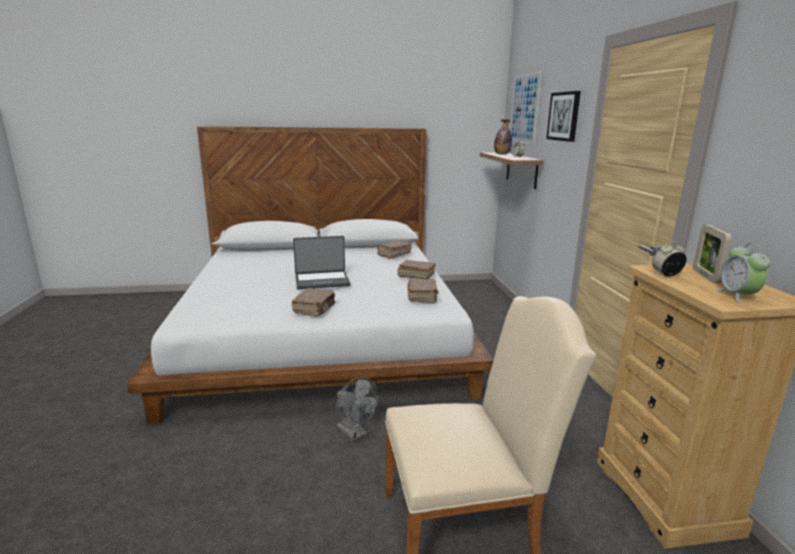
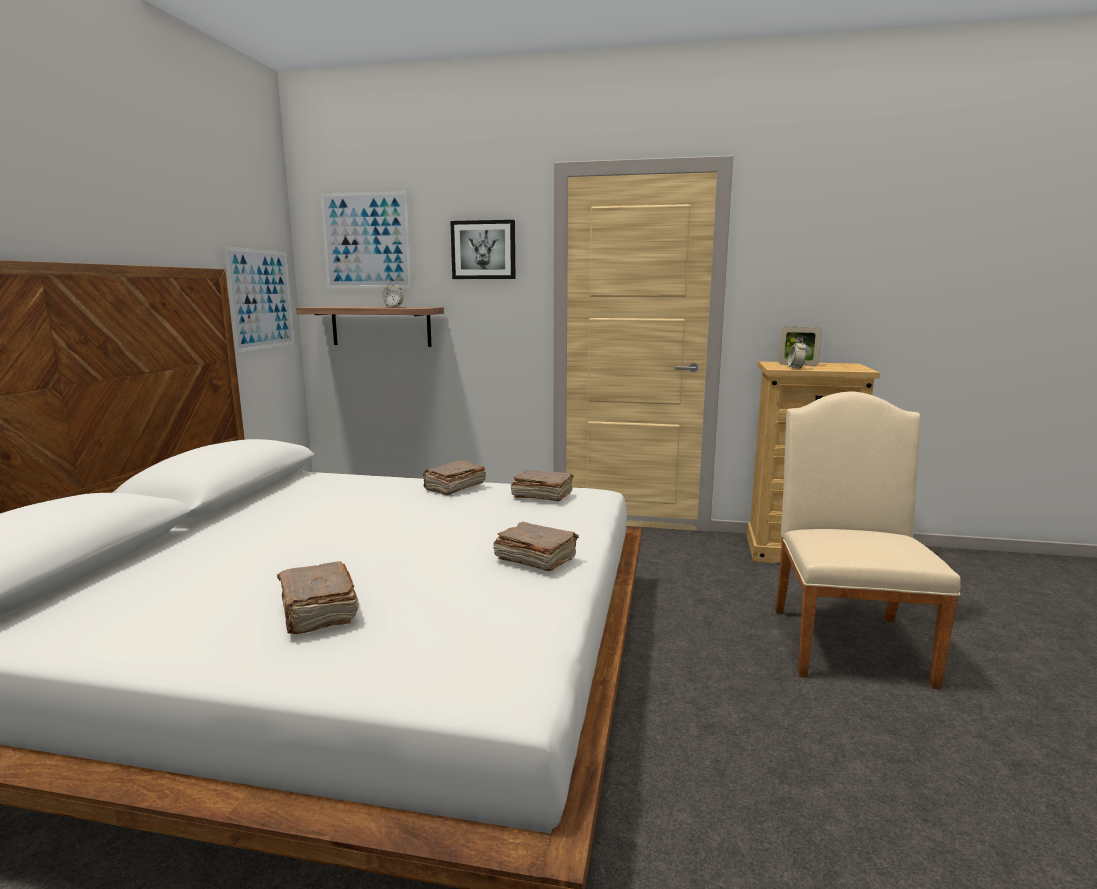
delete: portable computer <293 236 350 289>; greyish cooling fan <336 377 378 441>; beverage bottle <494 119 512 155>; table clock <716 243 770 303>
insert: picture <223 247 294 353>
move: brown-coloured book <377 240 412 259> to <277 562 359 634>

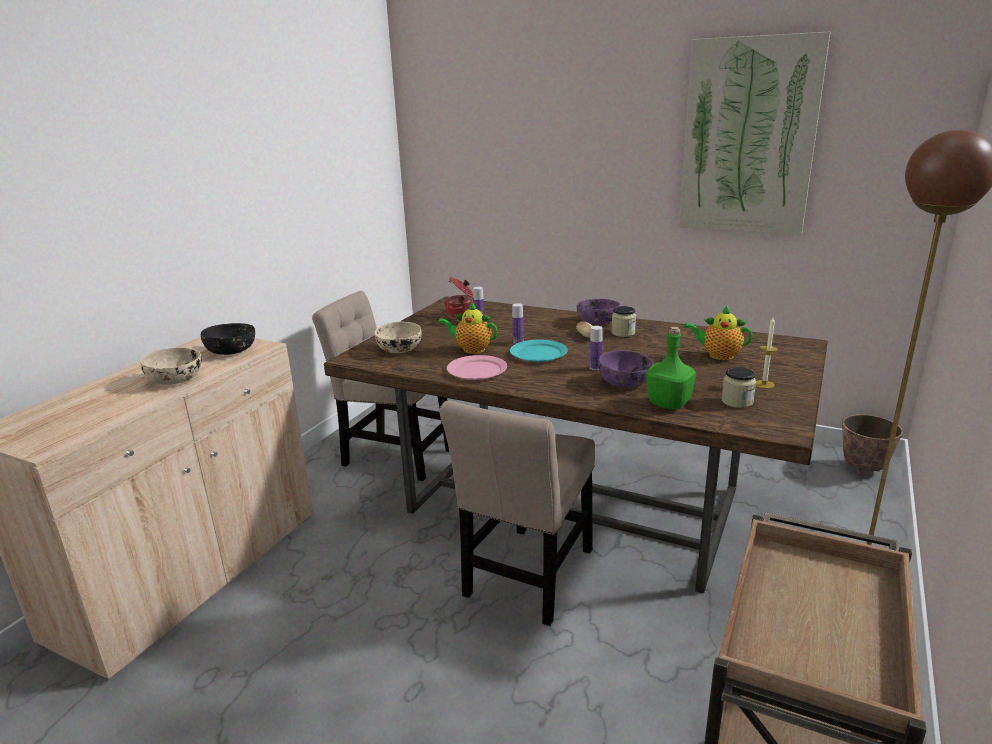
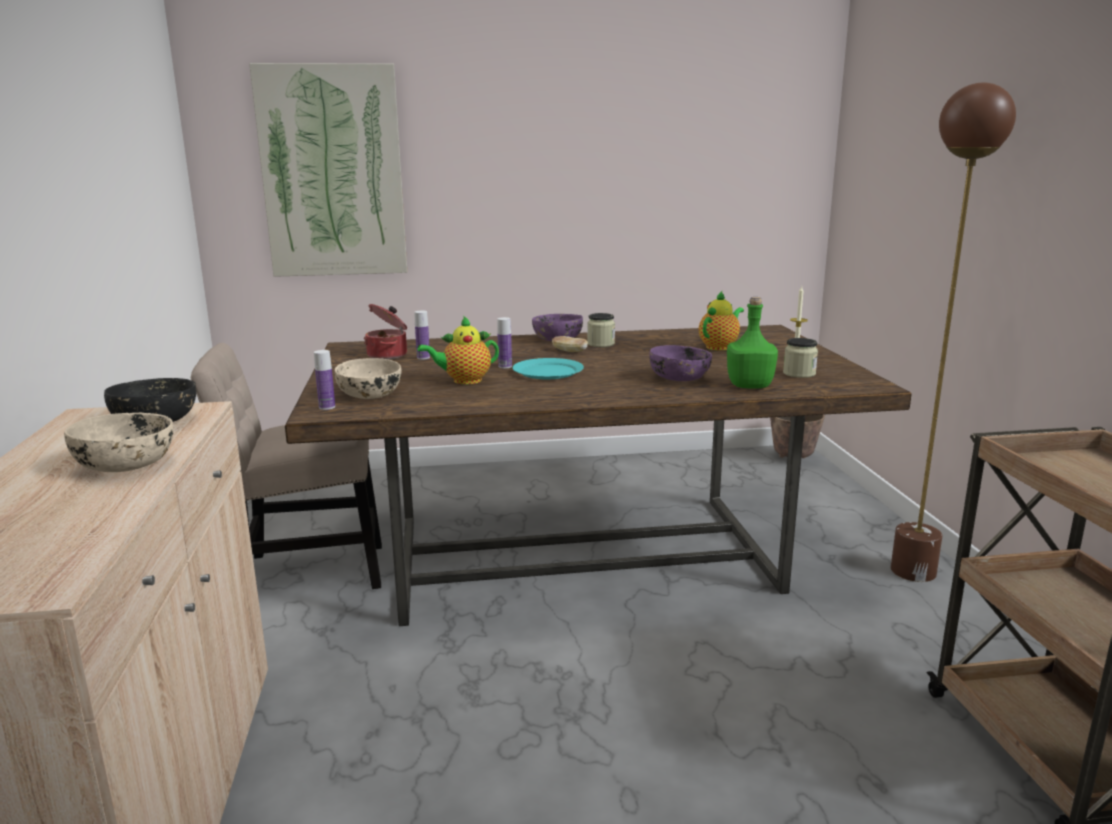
delete: sand-coloured upright chair <440 400 595 626>; pinkish plate <447 355 507 380>
move: picture <679 31 830 235> to <249 63 407 277>; beverage bottle <590 326 603 370> to <314 350 335 410>
rotate: tea pot <684 305 752 360> = <699 291 744 350> 150 degrees clockwise

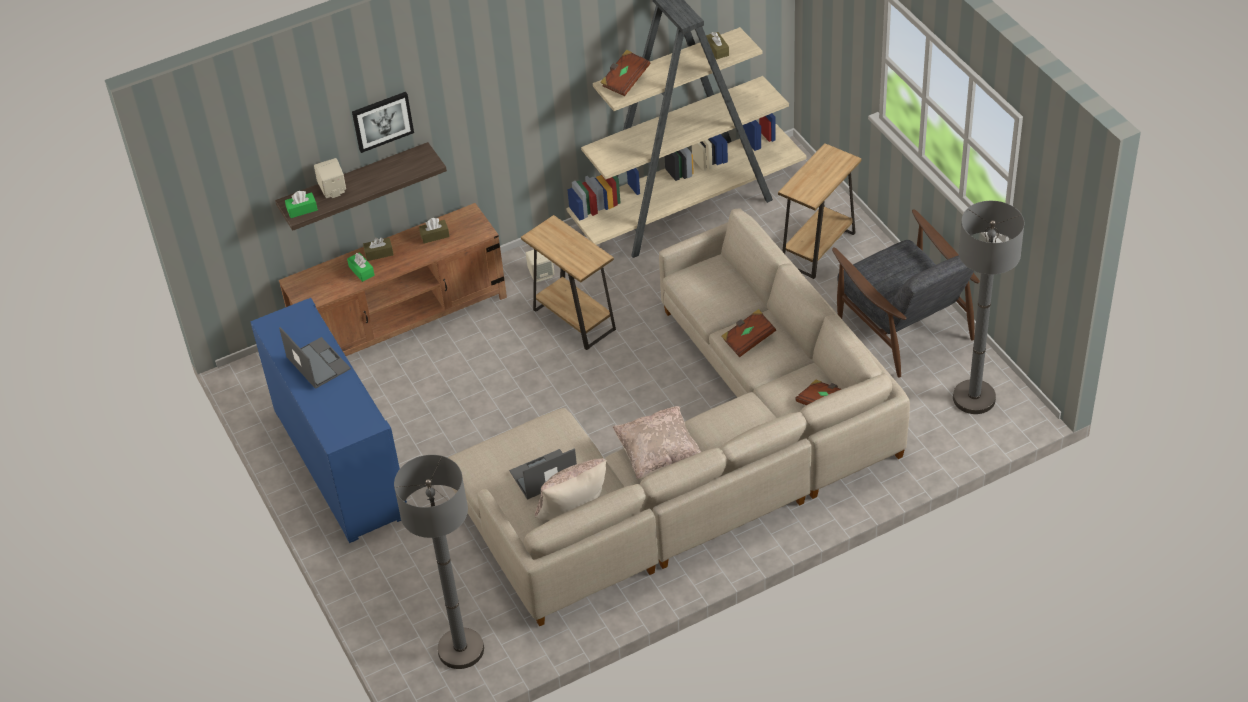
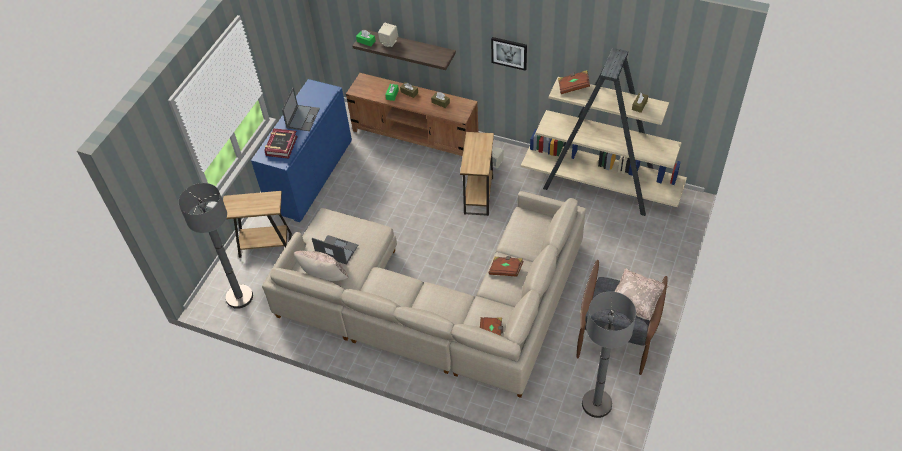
insert: book <264 128 298 159>
move: brown-coloured end table <778 143 862 279> to <223 191 292 258>; picture <352 92 414 153> to <491 37 527 71>; sand-coloured pillow <612 406 701 479> to <614 268 669 320>

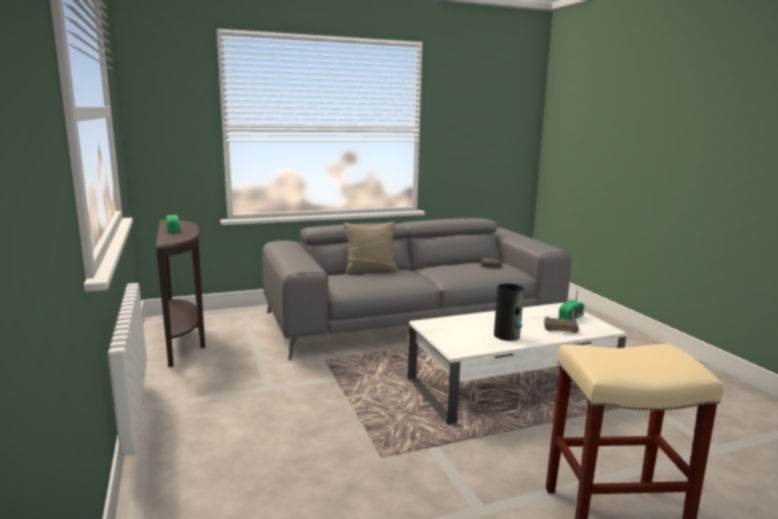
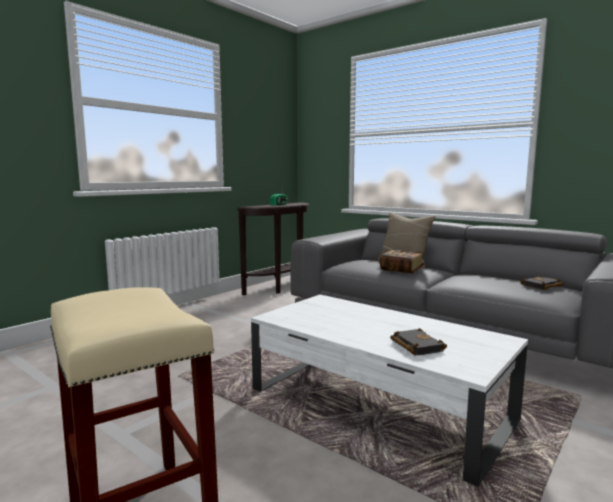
delete: decorative vase <494 283 524 341>; radio set <559 287 584 320>
insert: book <380 249 424 273>

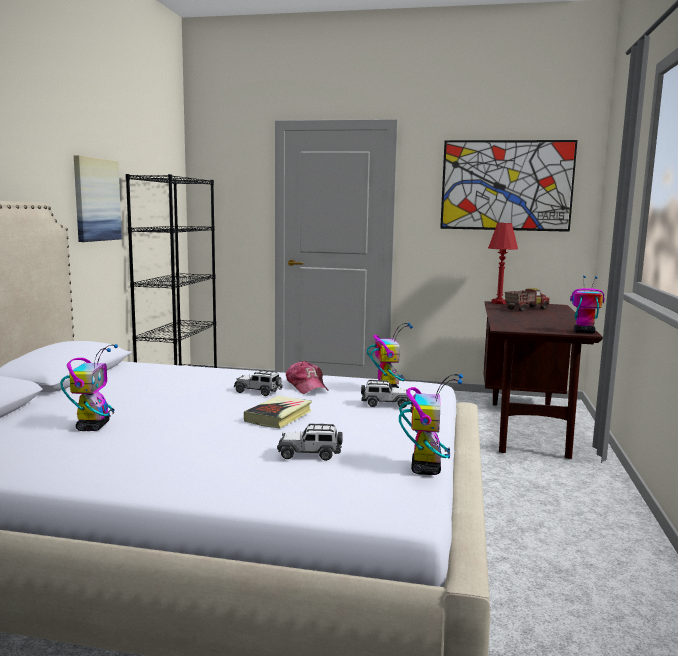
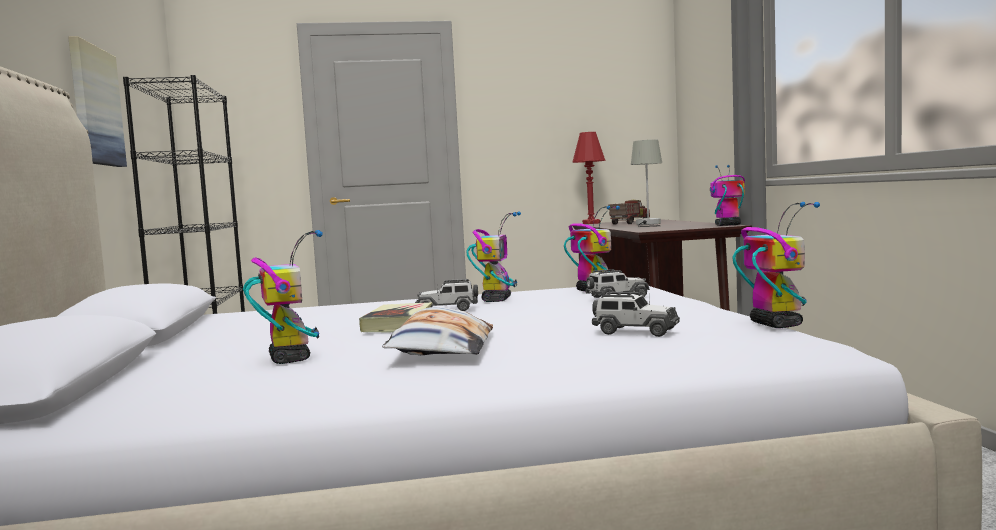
delete: picture <440 140 577 232>
insert: pillow <382 307 493 355>; greyish tabletop lamp <631 139 662 227>
move: book <244 396 312 429> to <359 302 432 332>
replace: baseball cap <286 361 329 394> to model robot <466 211 521 302>
rotate: model car <277 424 343 461> = <592 292 680 337> 135 degrees counterclockwise

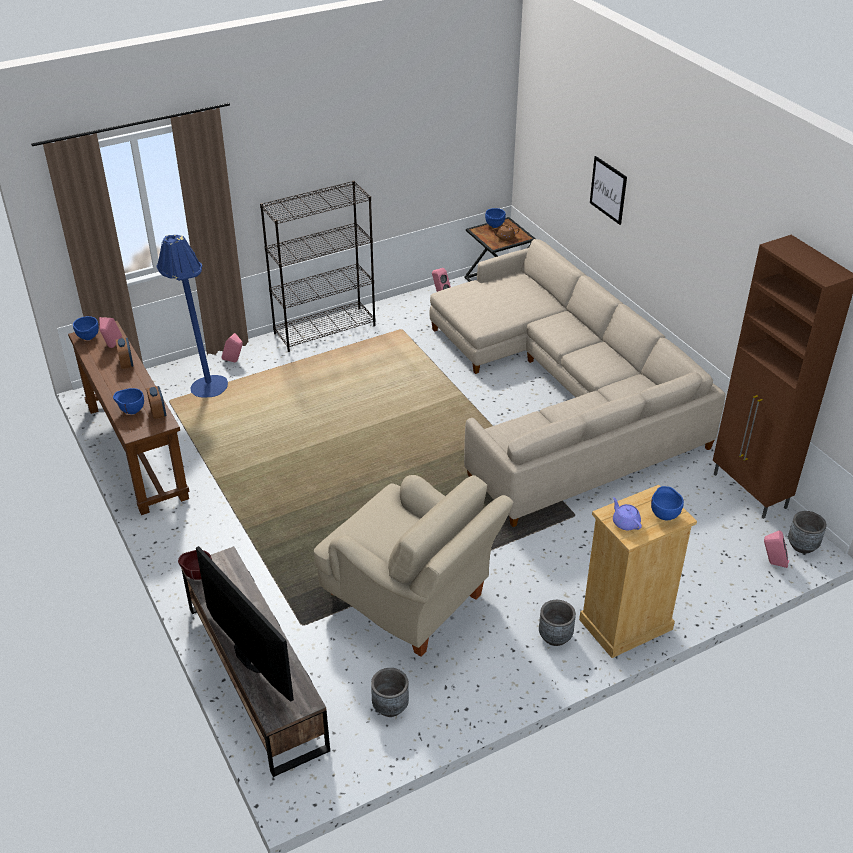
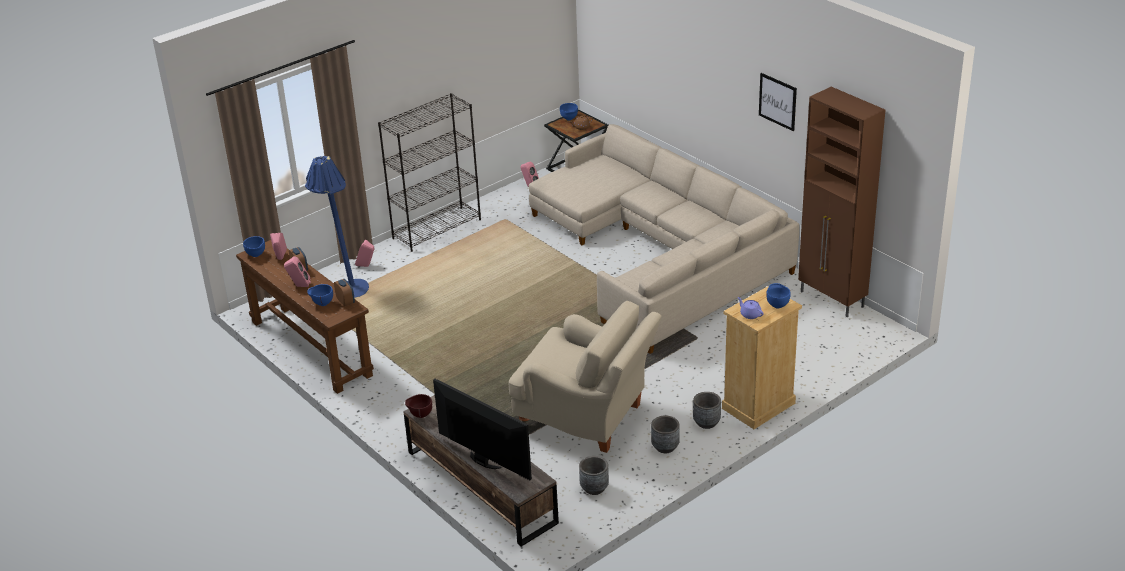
move: pinkish speaker <764 531 789 568> to <284 256 311 287>; greyish planter <788 511 826 554> to <651 415 680 453>; picture <590 156 627 225> to <759 73 797 131>

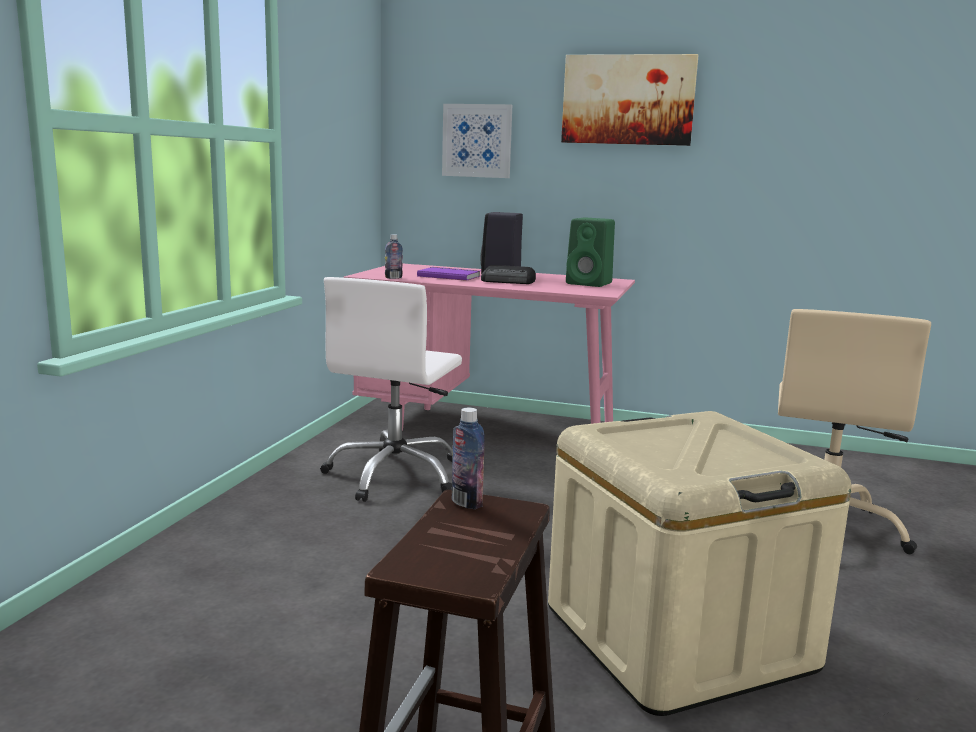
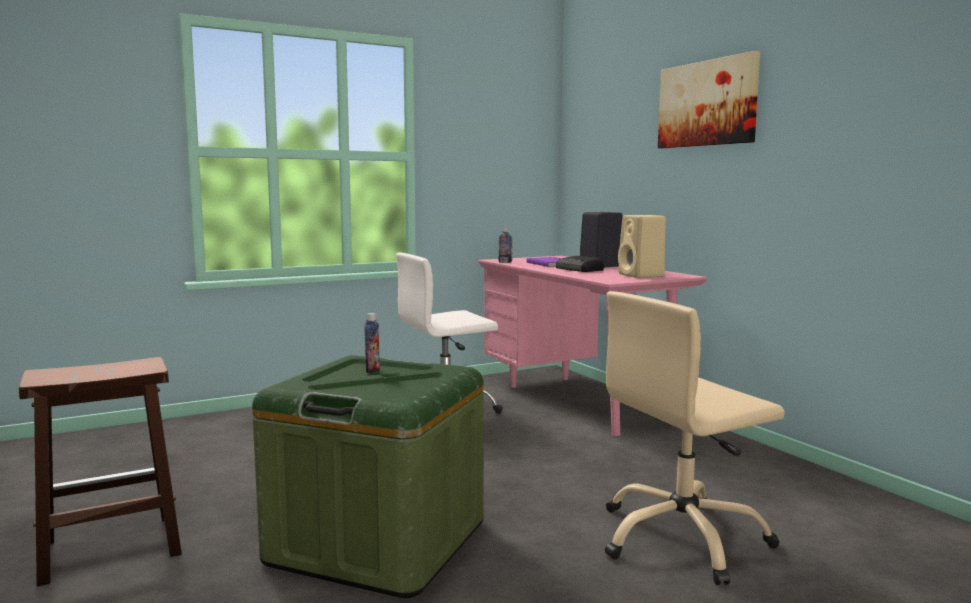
delete: picture <442 104 512 178>
move: beverage bottle <452 408 485 509> to <364 313 380 374>
recolor: sand-coloured storage bin <548 411 851 716> to green-coloured storage bin <252 355 484 598>; green-coloured speaker <566 217 615 287> to sand-coloured speaker <618 215 666 278>

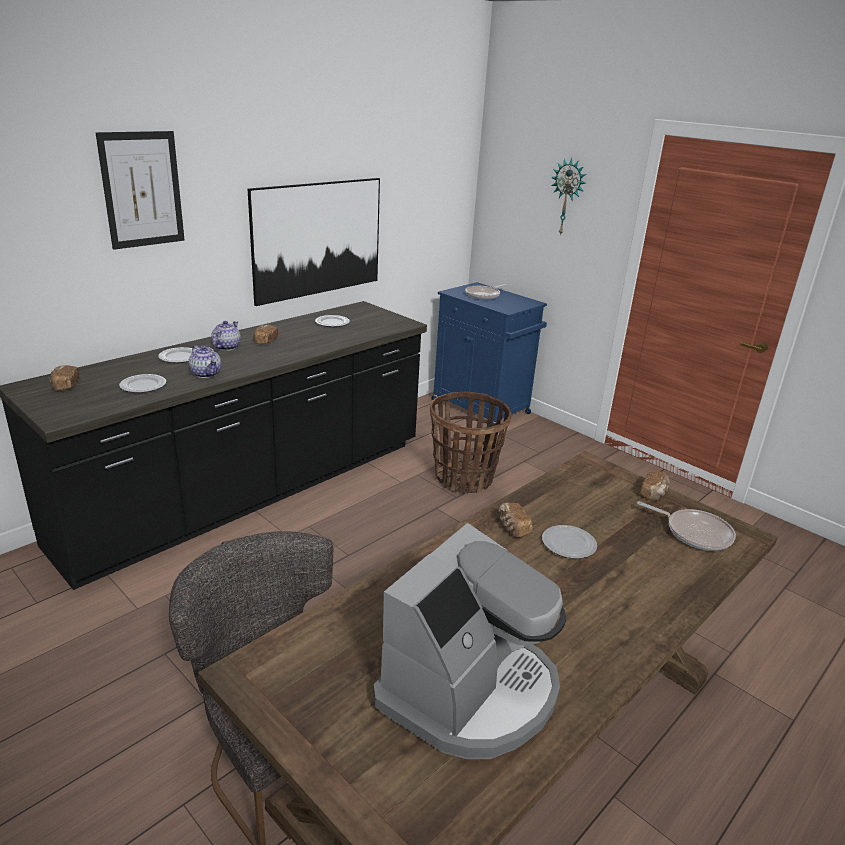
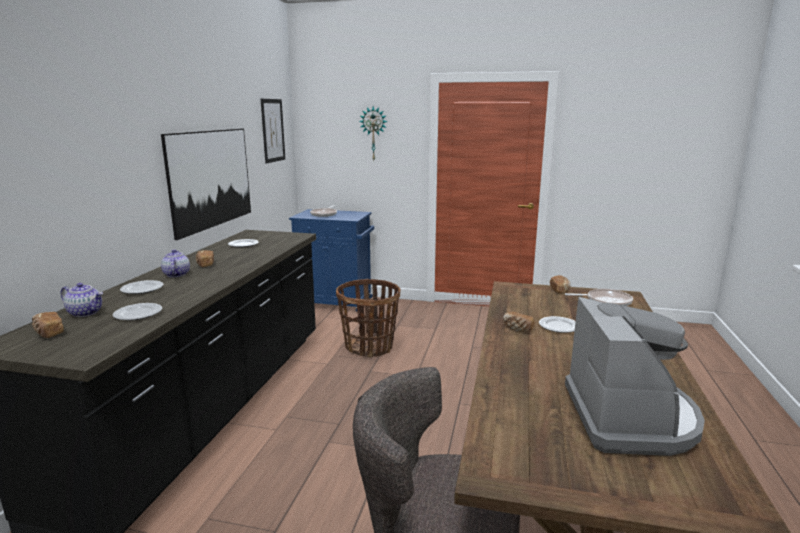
move: tea pot <189 345 221 378> to <61 283 103 317>; picture <96 131 185 250> to <261 99 285 164>

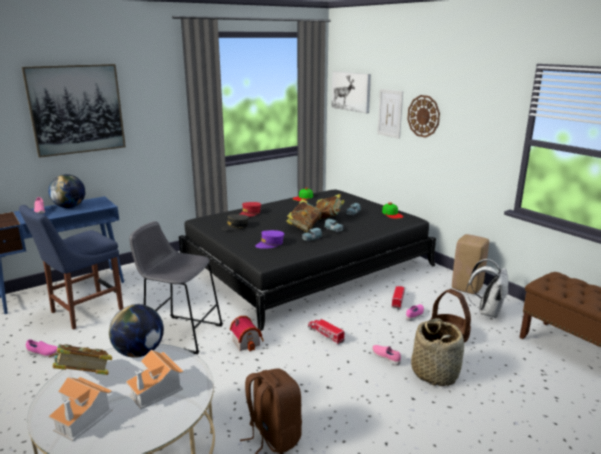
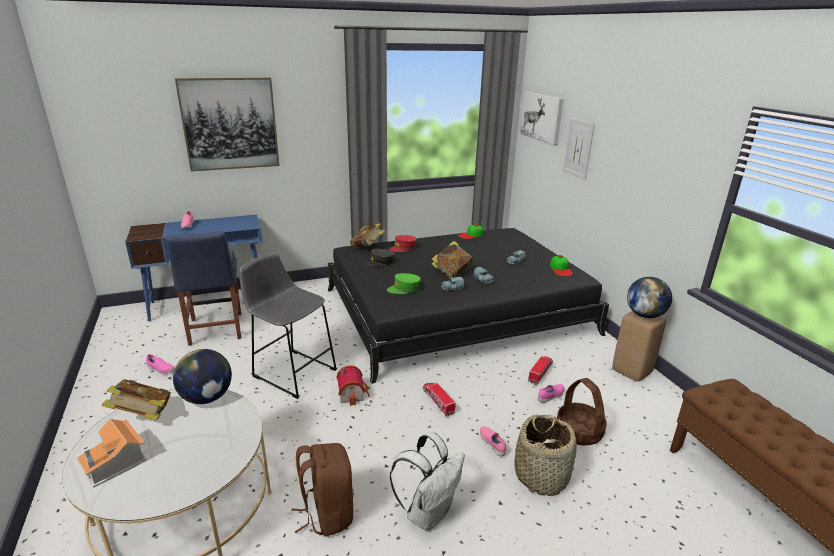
delete: toy house <126 350 184 409>; wall clock <407 95 440 138>
move: book <316 194 344 220> to <350 223 385 248>; whitish rucksack <466 259 509 318> to <390 432 465 531>; desk globe <48 174 85 208> to <627 277 672 318>
recolor: purplish baseball cap <255 230 284 249> to green-coloured baseball cap <387 273 421 294>
rotate: blue upright chair <19 205 123 330> = <165 231 241 346> 75 degrees counterclockwise

